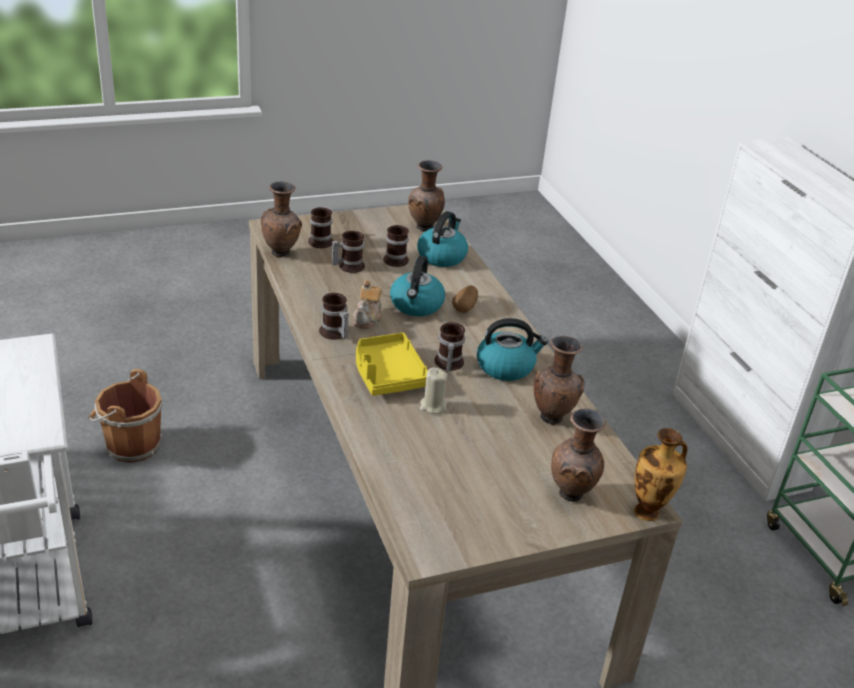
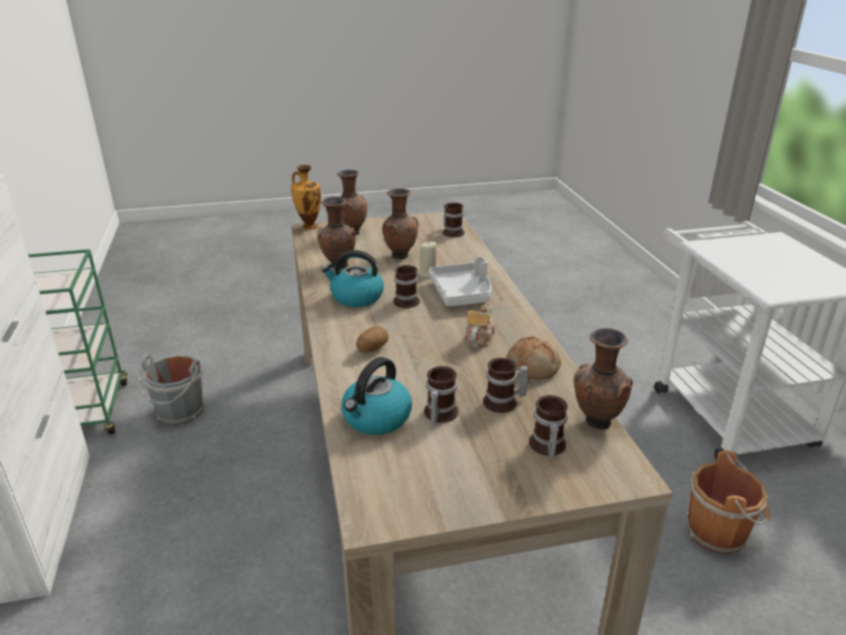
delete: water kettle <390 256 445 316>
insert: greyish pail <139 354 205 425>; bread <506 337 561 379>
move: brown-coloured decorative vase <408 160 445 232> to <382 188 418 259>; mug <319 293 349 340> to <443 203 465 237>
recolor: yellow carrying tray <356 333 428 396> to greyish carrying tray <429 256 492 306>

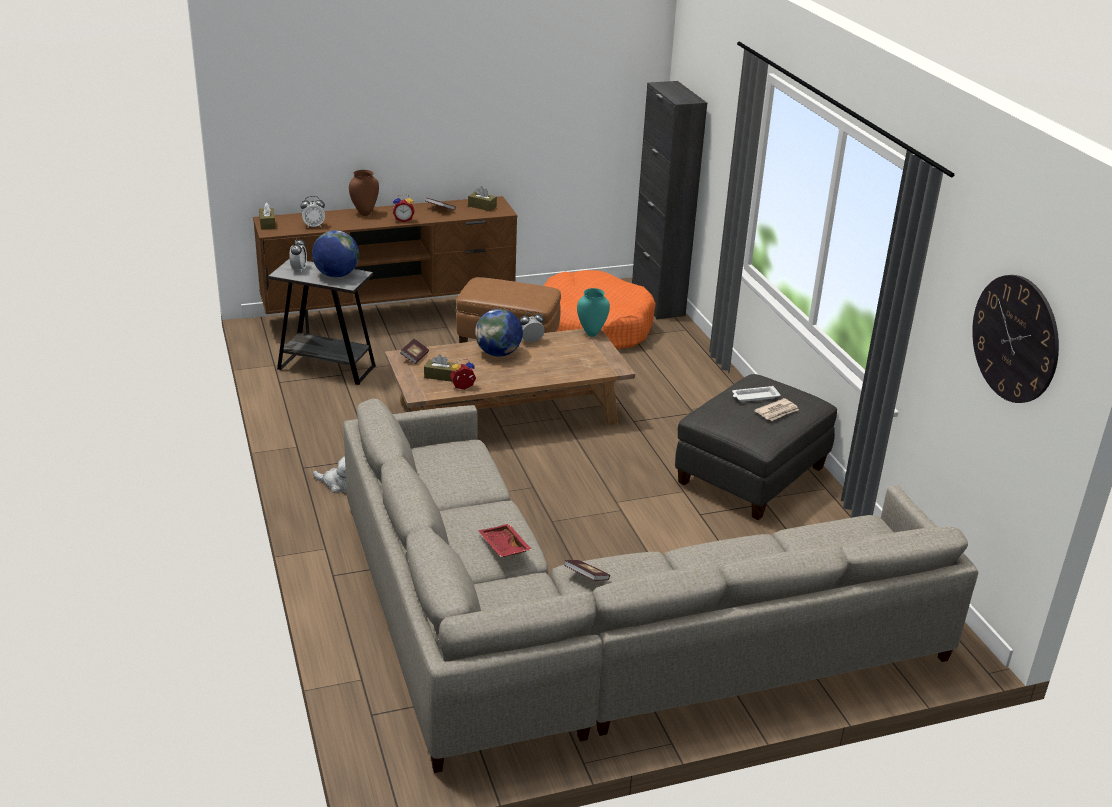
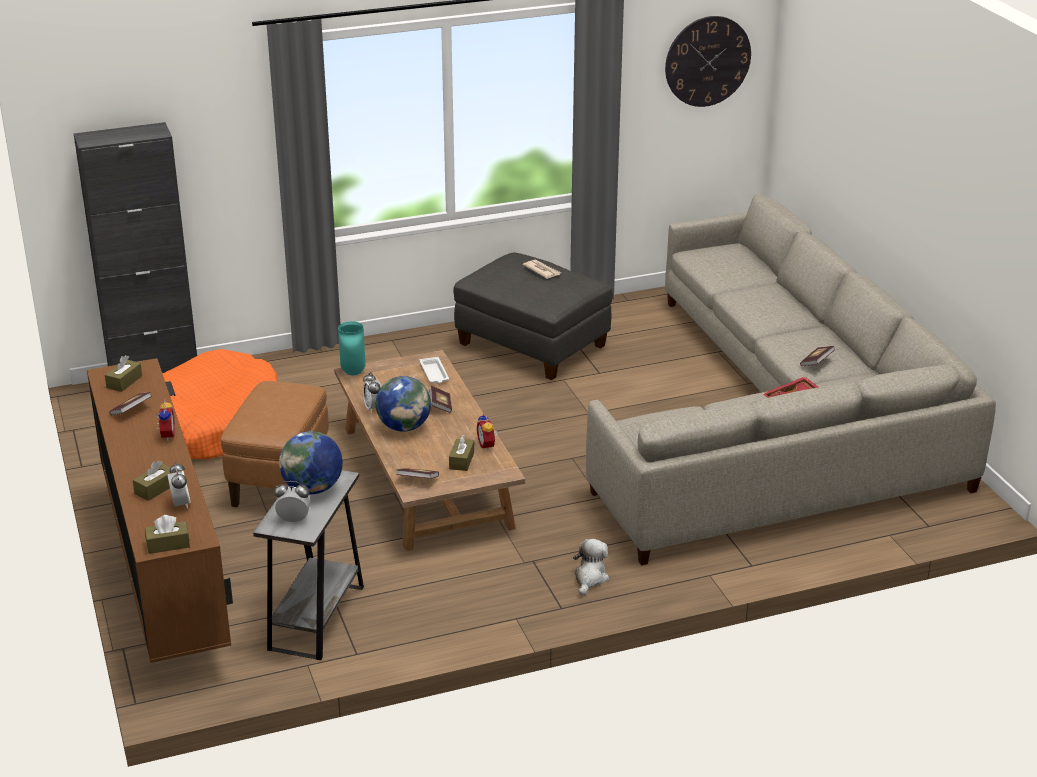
delete: brown-coloured decorative vase <349 170 379 216>
insert: brown-coloured tissue holder <133 460 175 501>; book <429 386 452 413>
move: whitish carrying tray <732 386 780 402> to <420 357 449 383>

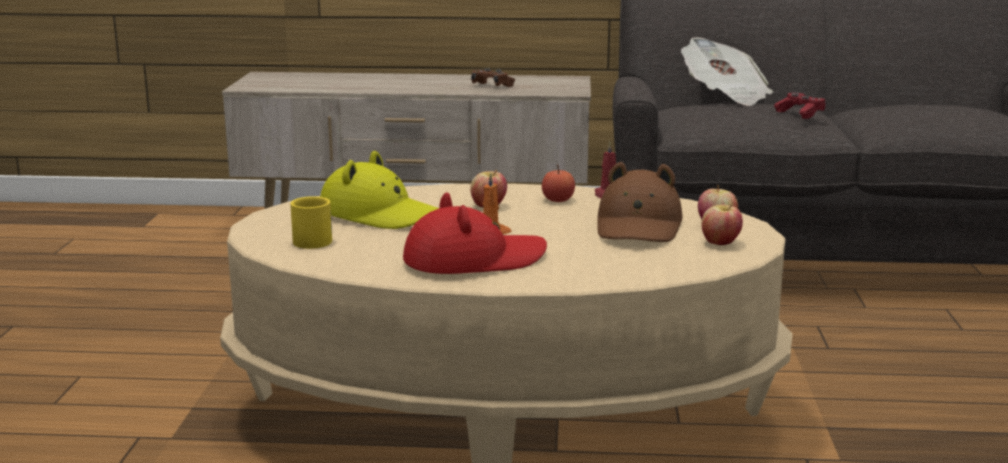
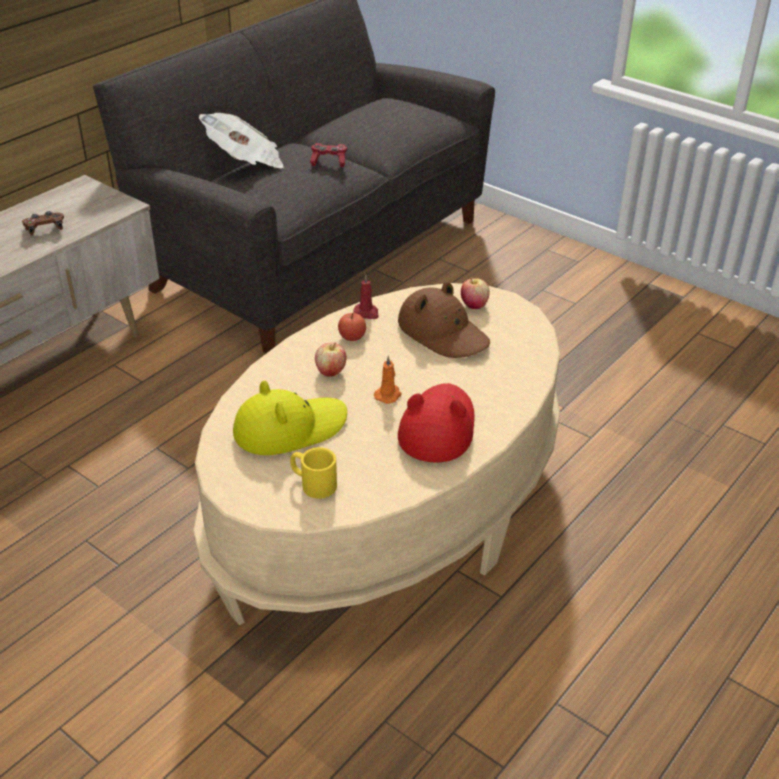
delete: apple <701 204 743 245>

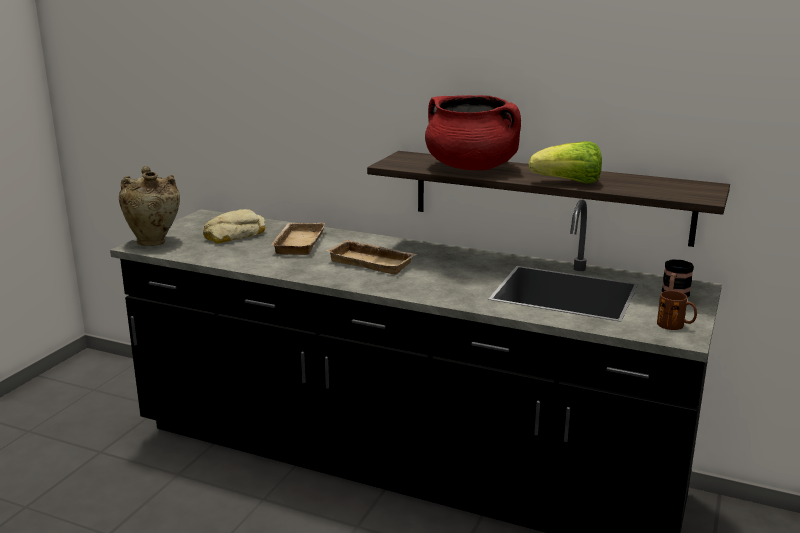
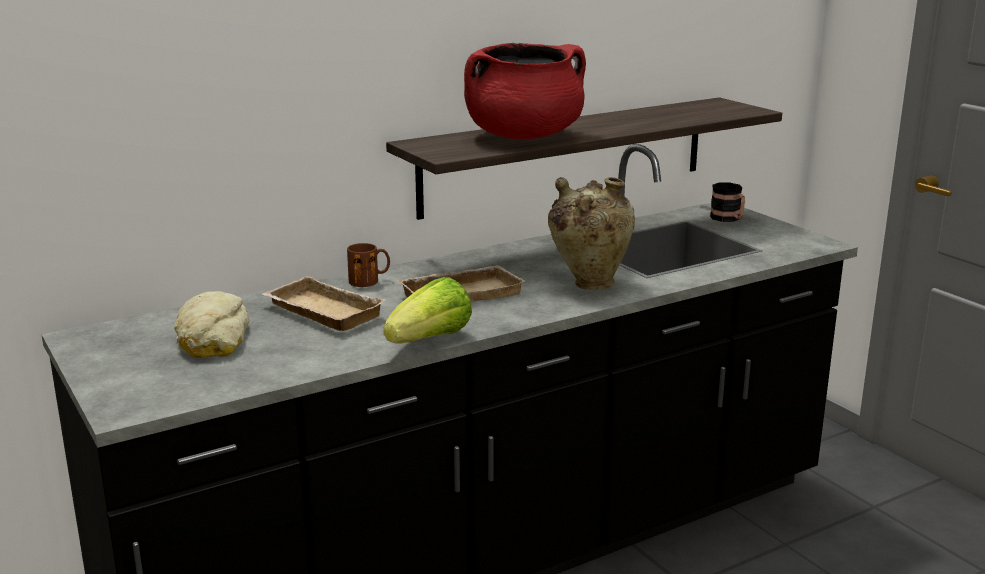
move: brown-coloured mug <657 291 697 330> to <347 243 390 287>; lettuce head <529 141 602 183> to <384 277 472 344>; sand-coloured decorative vase <119 166 180 246> to <548 177 635 290>

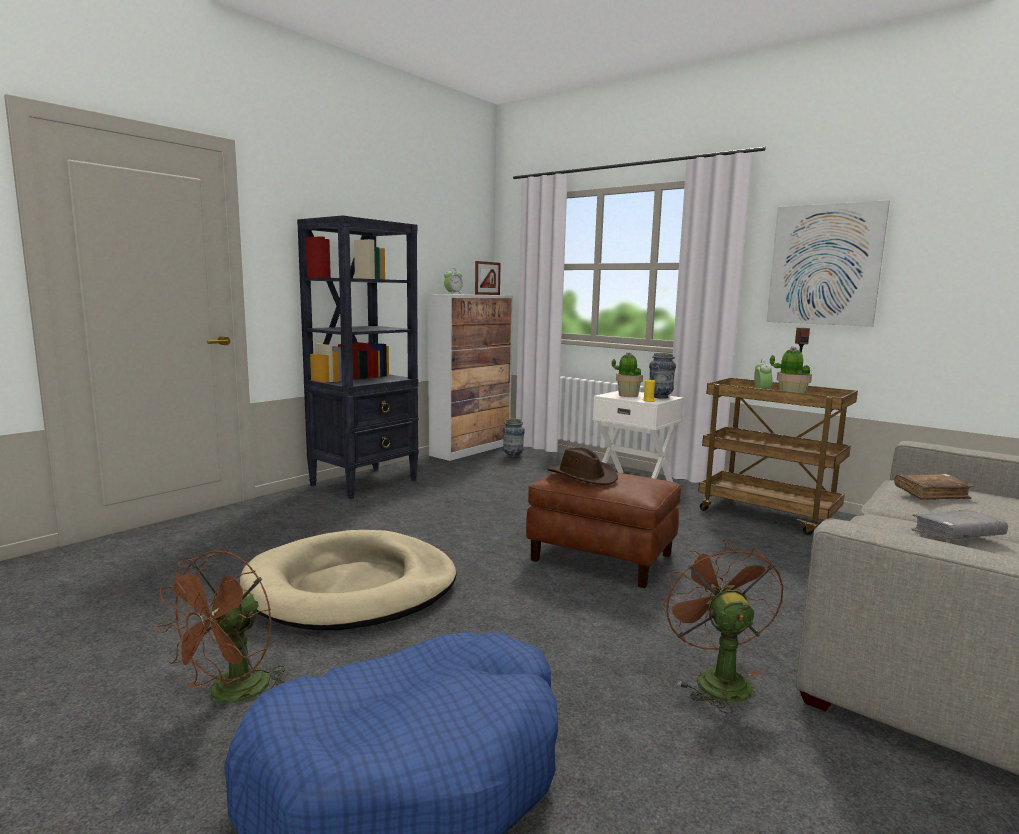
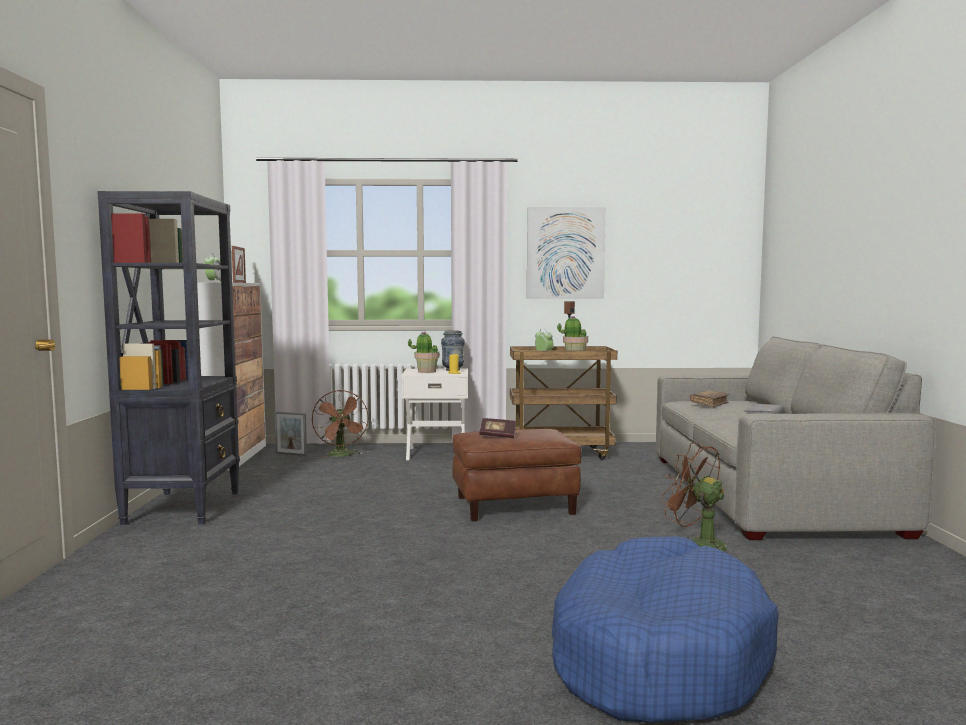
delete: sand-coloured dog cushion <240 530 457 630>
move: brown-coloured cooling fan <156 550 286 703> to <312 390 368 458>
replace: decorative vase <503 419 525 458> to photo frame <274 411 307 456>; brown-coloured wearable hat <547 447 618 485> to book <479 418 516 438>

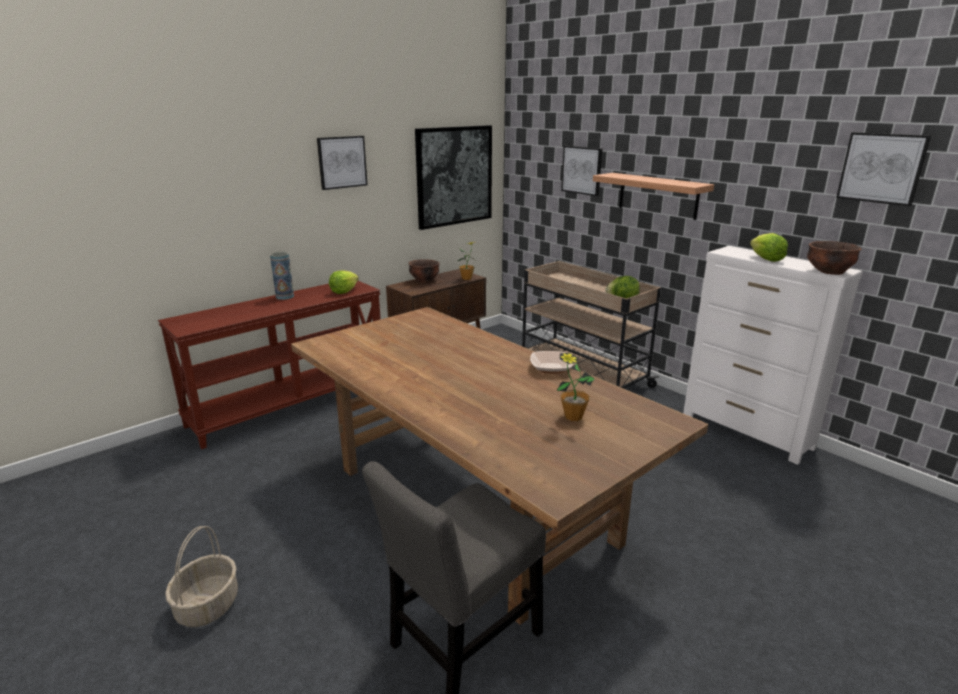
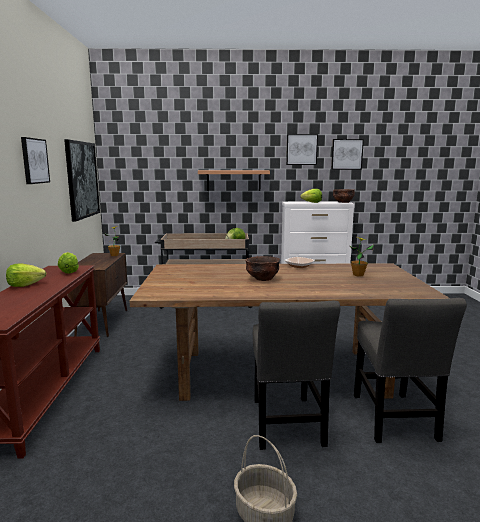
insert: greyish upright chair <253 301 340 450>
move: brown-coloured bowl <408 259 440 283> to <245 256 280 281>; picture <561 146 602 196> to <286 134 318 165>
replace: decorative vase <270 252 294 300> to lettuce head <6 263 46 287>

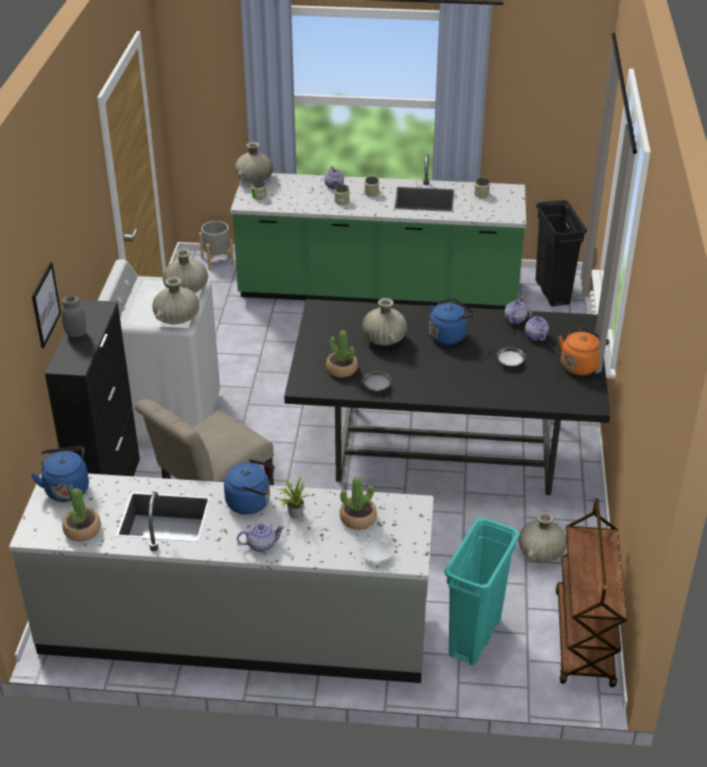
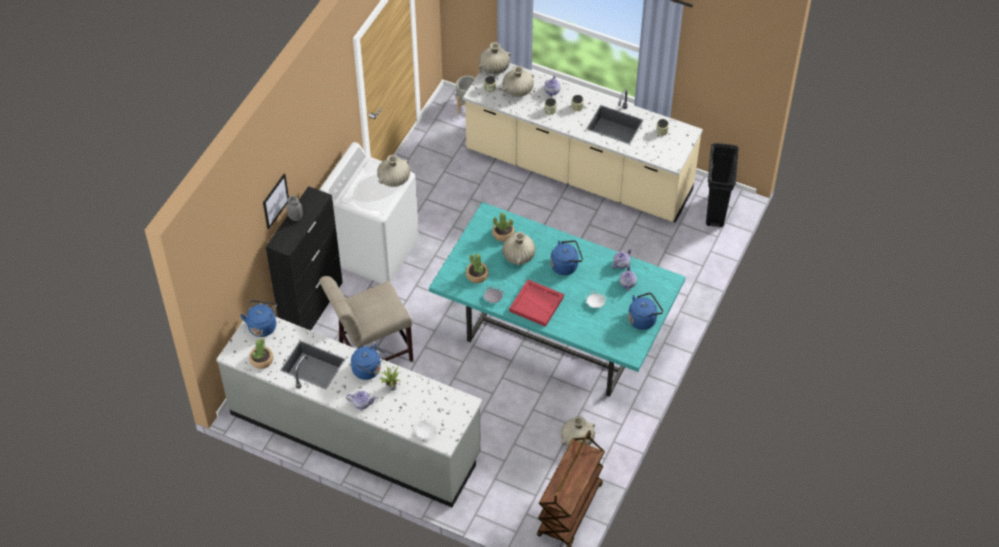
delete: turquoise rubbish bin <444 518 520 665>
insert: reddish carrying tray <509 280 564 327>
move: potted plant <340 477 377 530> to <492 212 515 242>; sand-coloured decorative vase <152 277 199 325> to <502 66 534 97>
recolor: black dining table <284 299 610 495> to turquoise dining table <429 202 686 397>; green-coloured kitchen counter <230 154 526 310> to sand-coloured kitchen counter <463 63 703 223>; orangey water kettle <559 326 610 375> to blue water kettle <628 292 663 330>

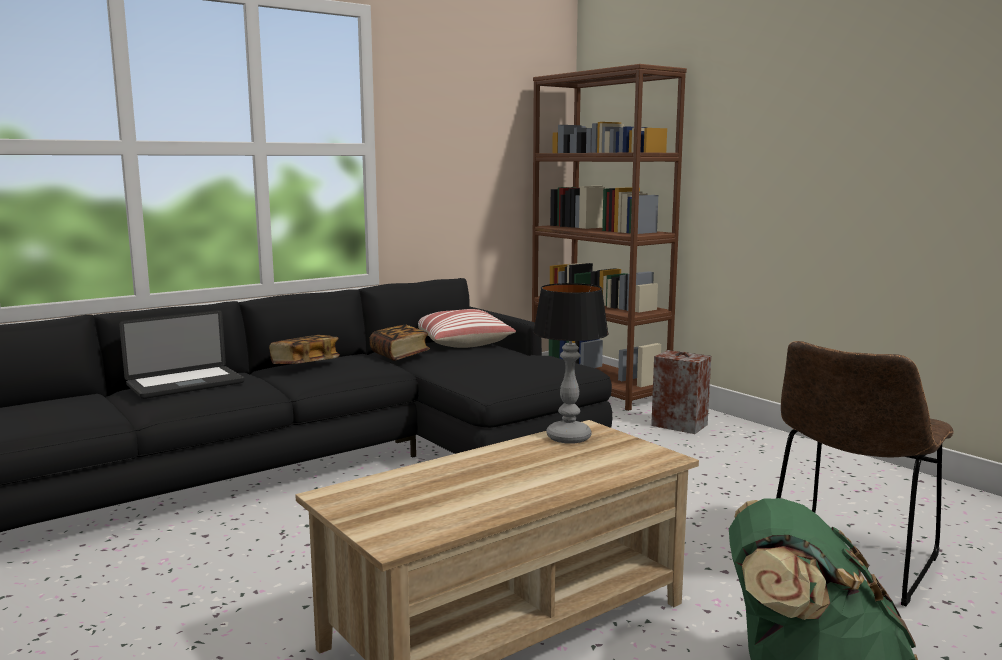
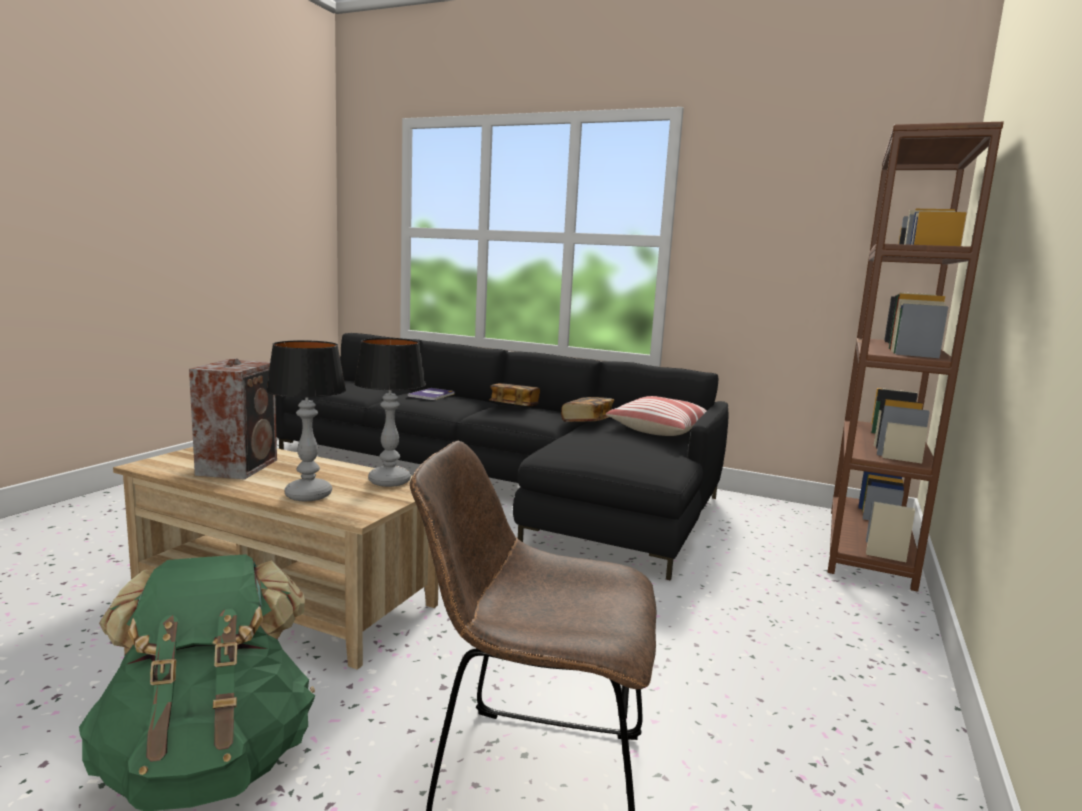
insert: tabletop lamp <266 340 346 501>
move: speaker <651 350 711 434> to <189 358 277 480>
replace: portable computer <119 310 245 399> to book <408 388 455 400>

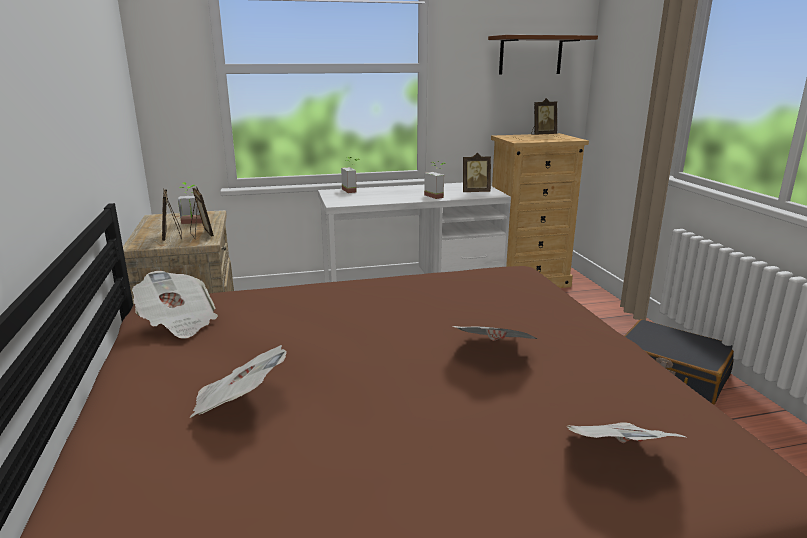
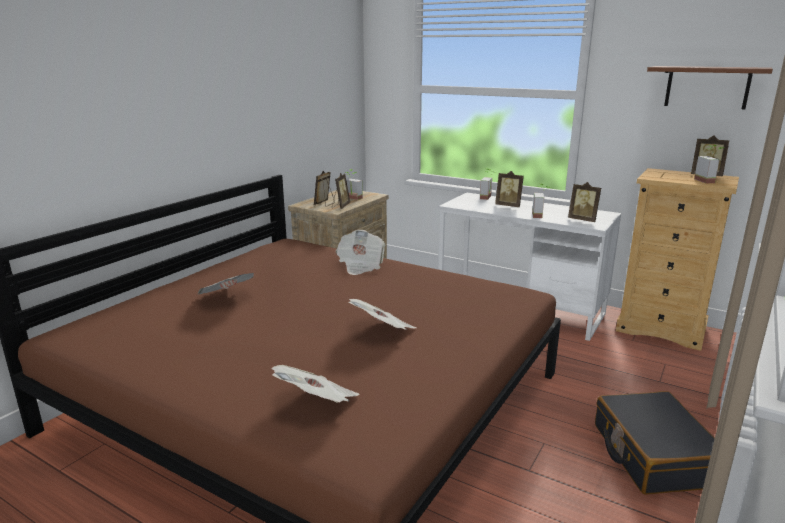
insert: photo frame <495 171 524 207>; potted plant <694 145 724 183>
move: printed paper <132 271 218 339> to <336 230 385 275>

